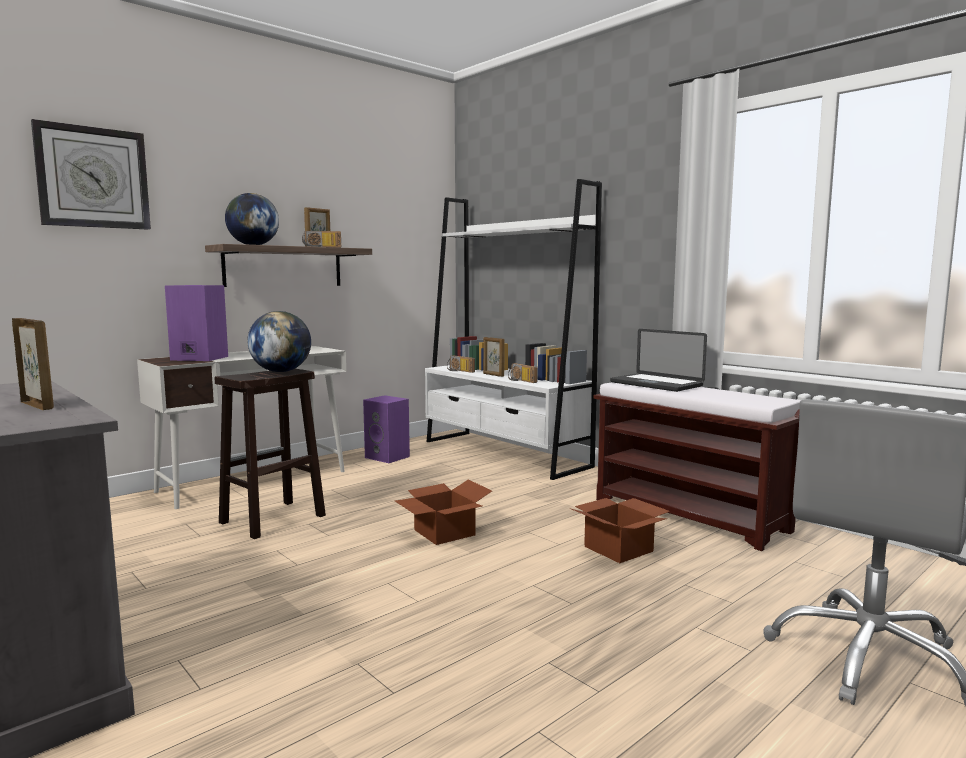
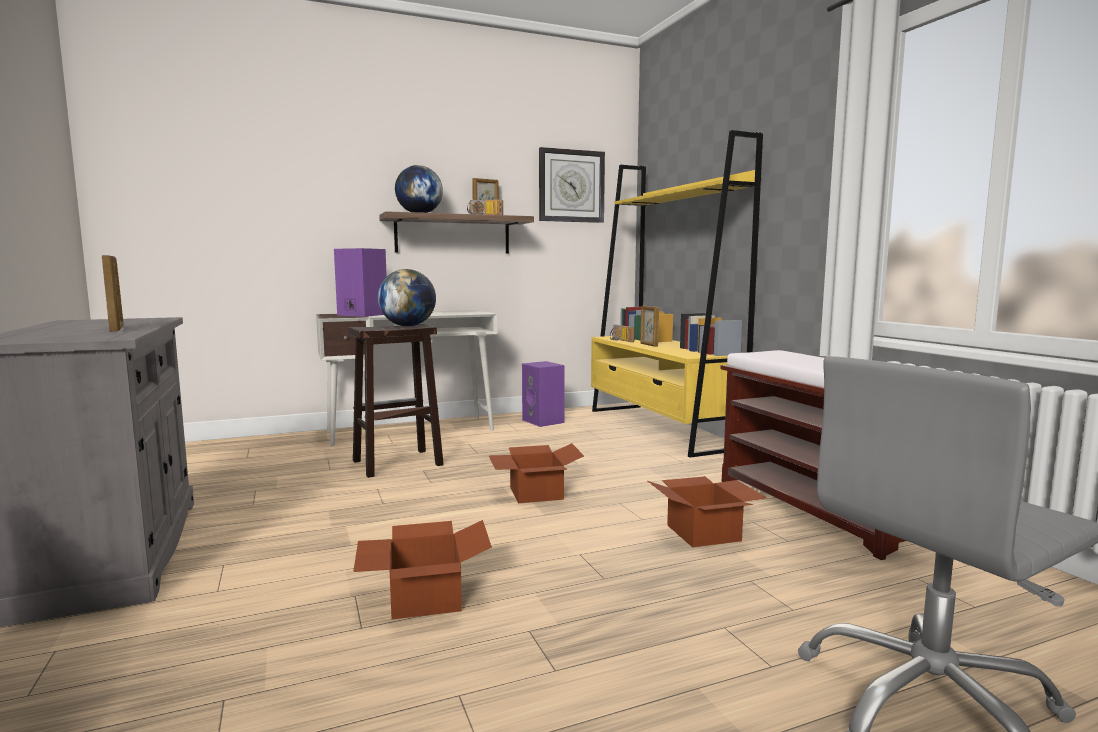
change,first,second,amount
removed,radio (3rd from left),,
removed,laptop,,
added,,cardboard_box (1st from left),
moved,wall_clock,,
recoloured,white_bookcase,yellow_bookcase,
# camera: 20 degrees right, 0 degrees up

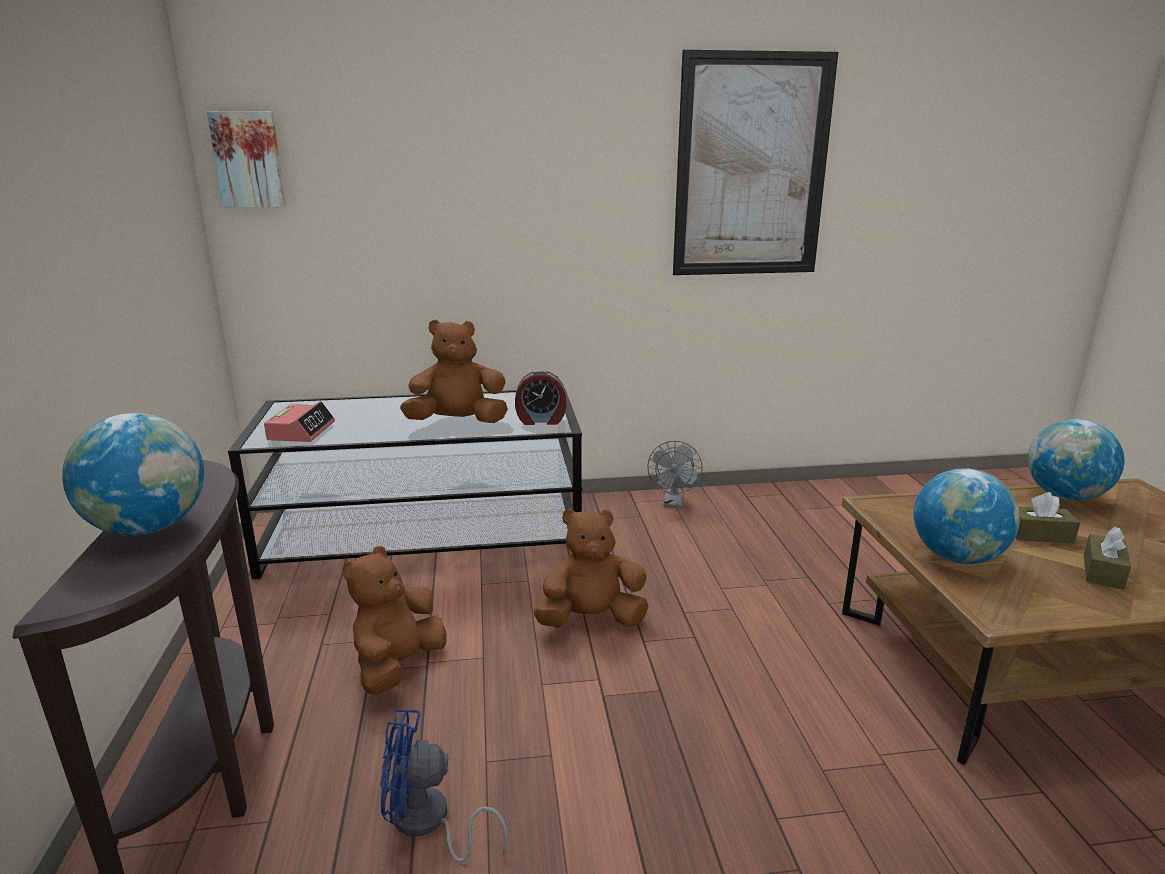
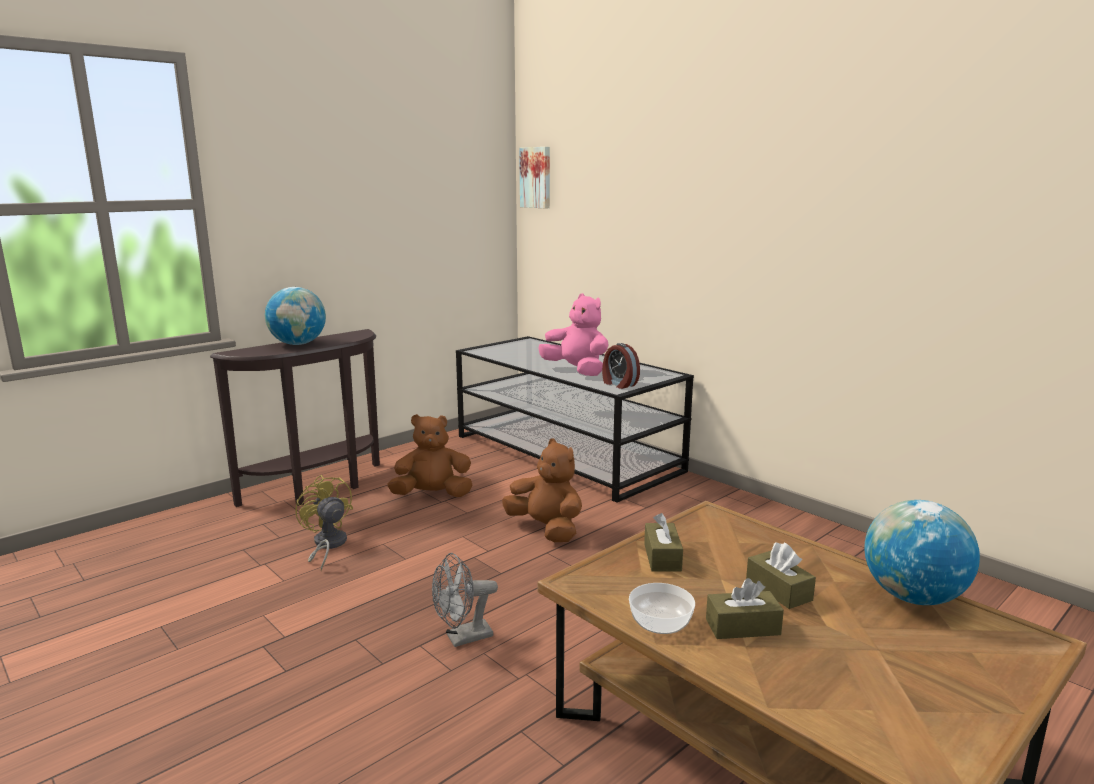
change,first,second,amount
removed,alarm_clock (1st from left),,
removed,picture (2nd from left),,
added,,bowl,
moved,grey_fan,,
replaced,globe (2nd from left),brown_tissue_box (1st from left),
recoloured,blue_fan,yellow_fan,
recoloured,brown_plush_toy (2nd from left),pink_plush_toy,
# camera: 55 degrees right, 5 degrees down

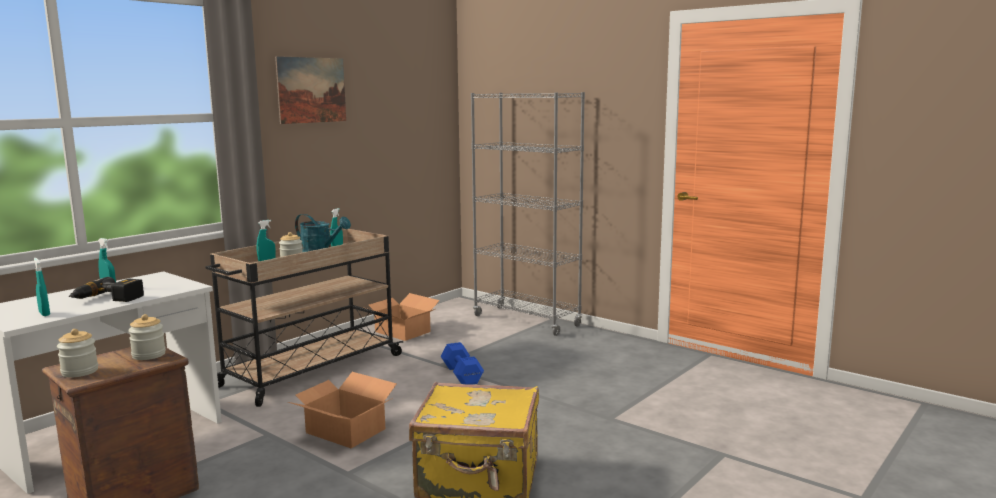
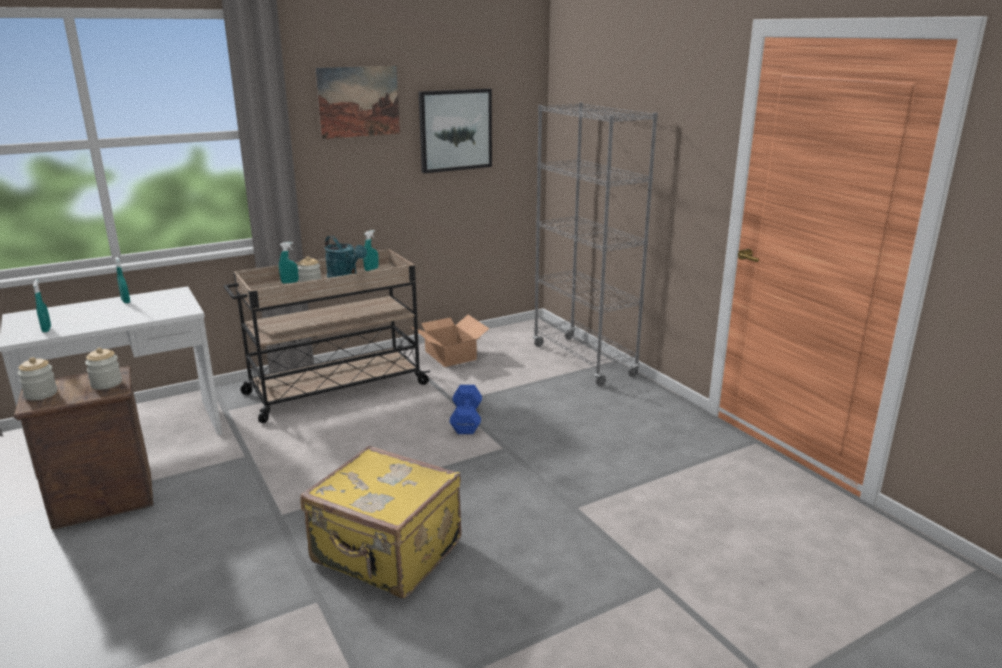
change,first,second,amount
removed,power_drill,,
removed,cardboard_box (1st from left),,
added,,picture (2nd from left),
# camera: 20 degrees right, 10 degrees up

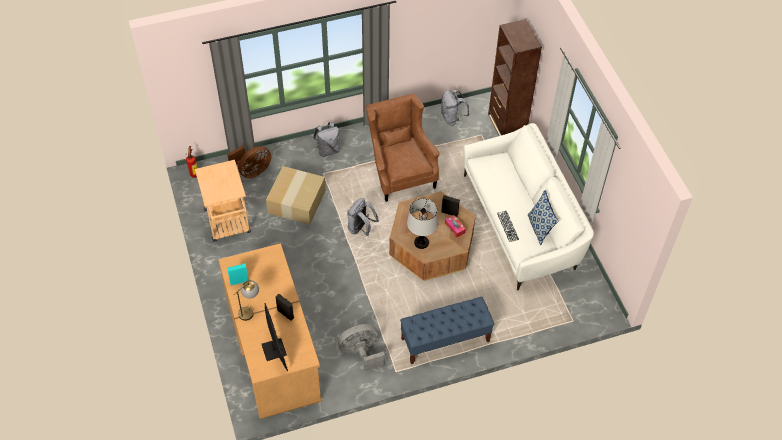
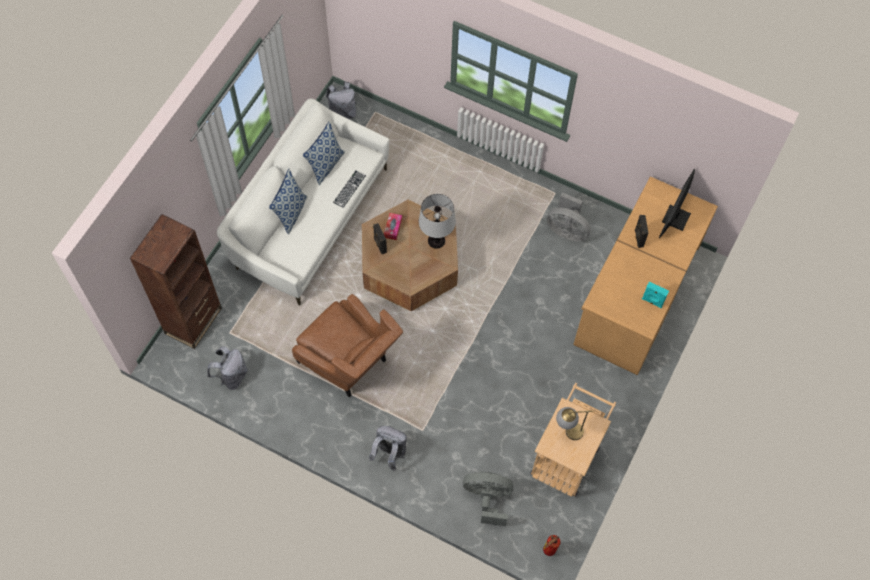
change,first,second,amount
removed,cardboard_box,,
removed,blue_bench,,
added,,pillow (1st from left),
moved,table_lamp (1st from left in the first image),table_lamp (2nd from left),
moved,grey_backpack (2nd from left),,
recoloured,brown_fan,grey_fan (1st from left),
turned,brown_armchair,,75 degrees counterclockwise
# camera: 135 degrees left, 10 degrees up

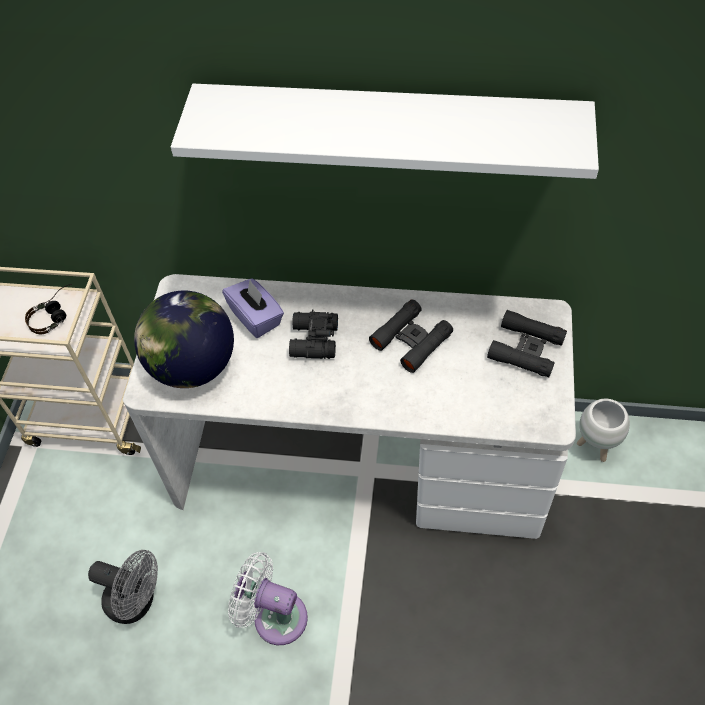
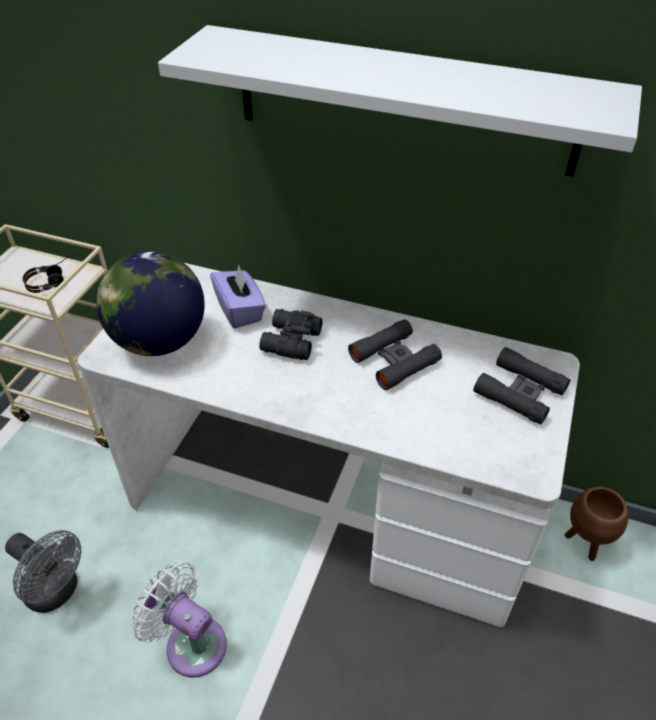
change,first,second,amount
recoloured,white_planter,brown_planter,
# camera: 10 degrees right, 10 degrees down

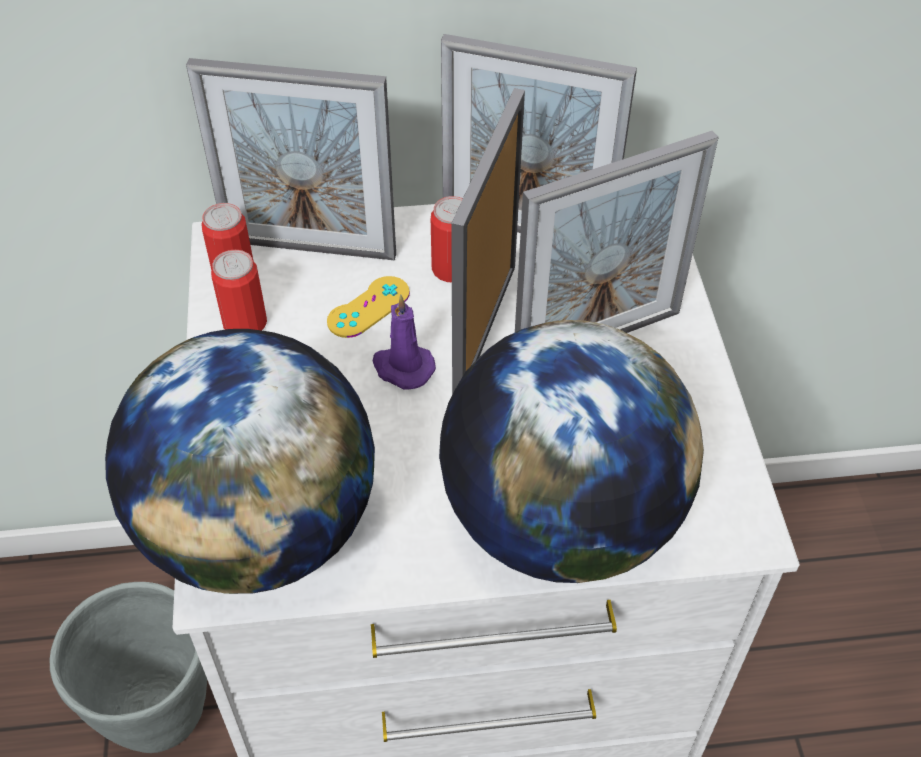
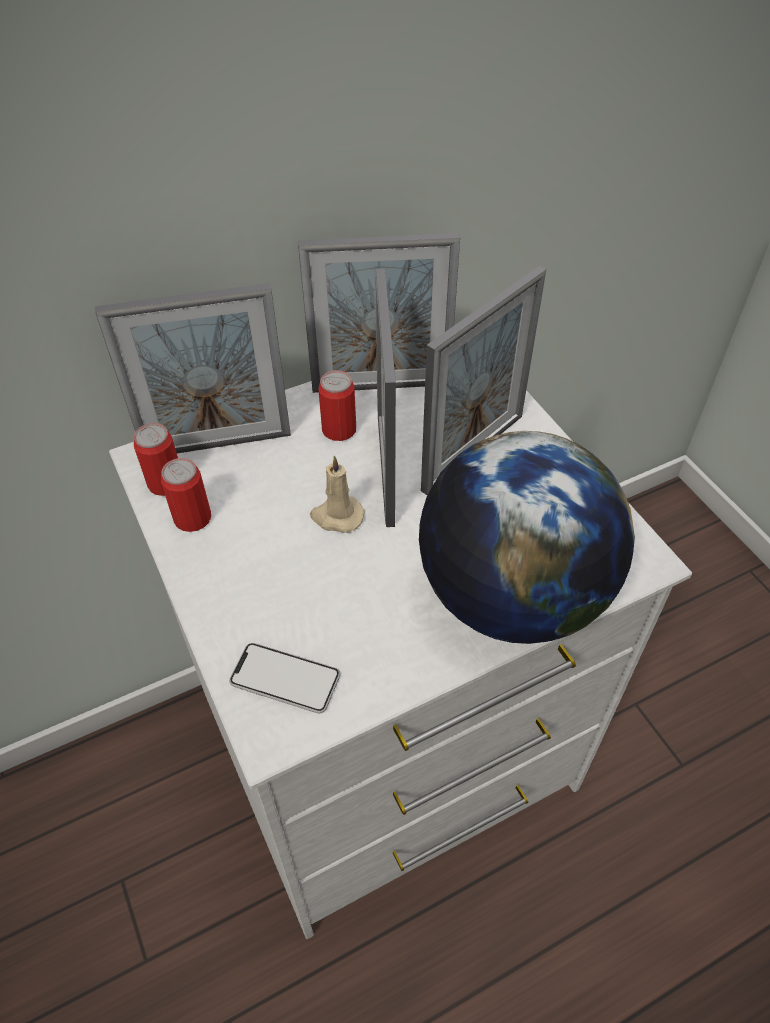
change,first,second,amount
removed,grey_planter,,
removed,yellow_game_controller,,
replaced,globe (1st from left),phone,
recoloured,purple_candle,beige_candle,
# camera: 20 degrees left, 0 degrees up

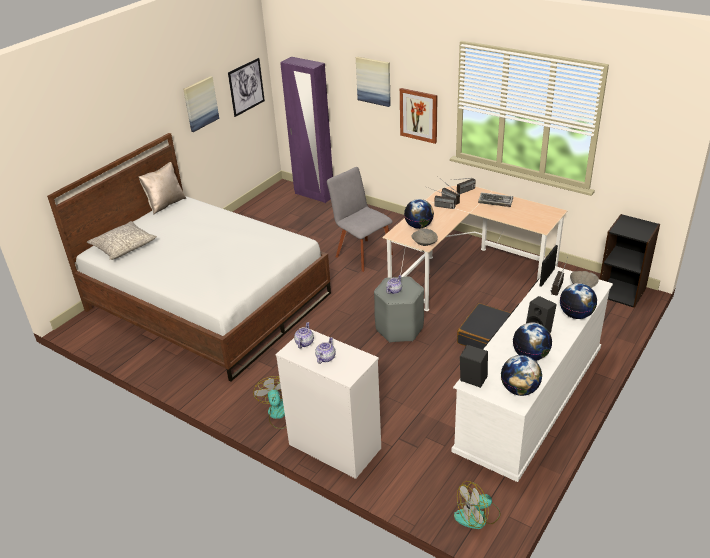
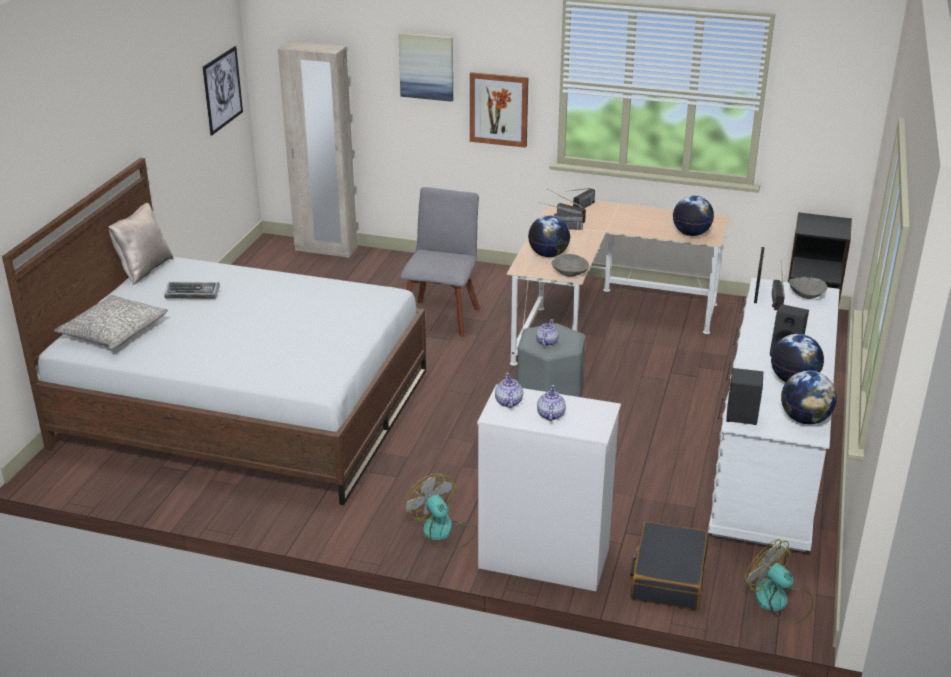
change,first,second,amount
removed,picture (1st from left),,
moved,black_suitcase,,
moved,keyboard,,
moved,globe (4th from left in the first image),globe (2nd from left),
recoloured,purple_wardrobe,beige_wardrobe,
turned,grey_chair,,75 degrees clockwise
turned,fan (2nd from left),,90 degrees clockwise
# camera: 20 degrees left, 5 degrees down

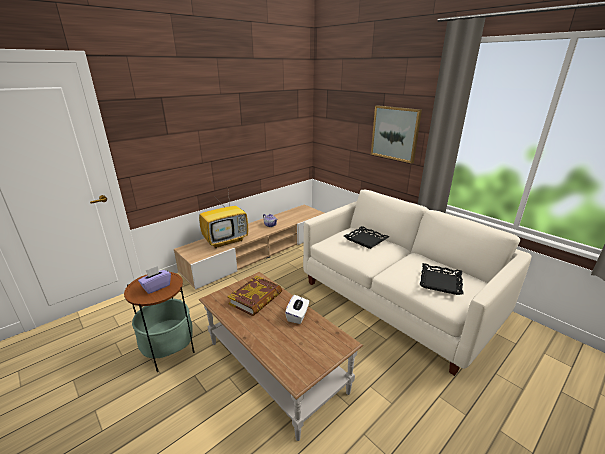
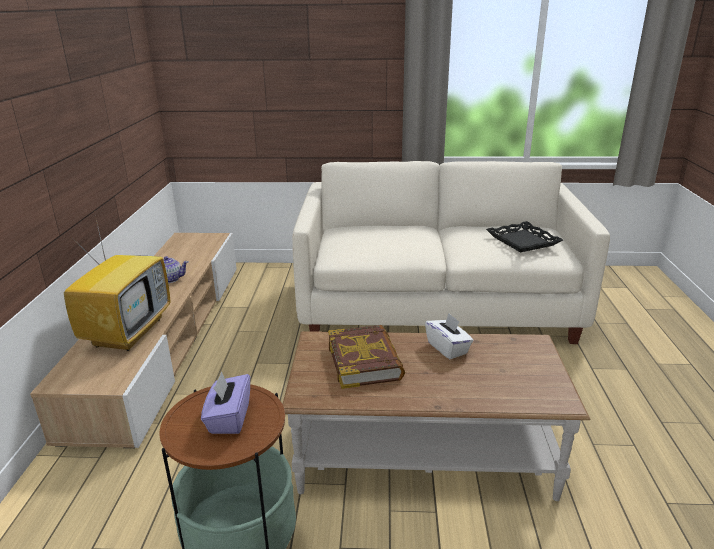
change,first,second,amount
removed,black_tray (1st from left),,
removed,picture,,
# camera: 45 degrees left, 0 degrees up

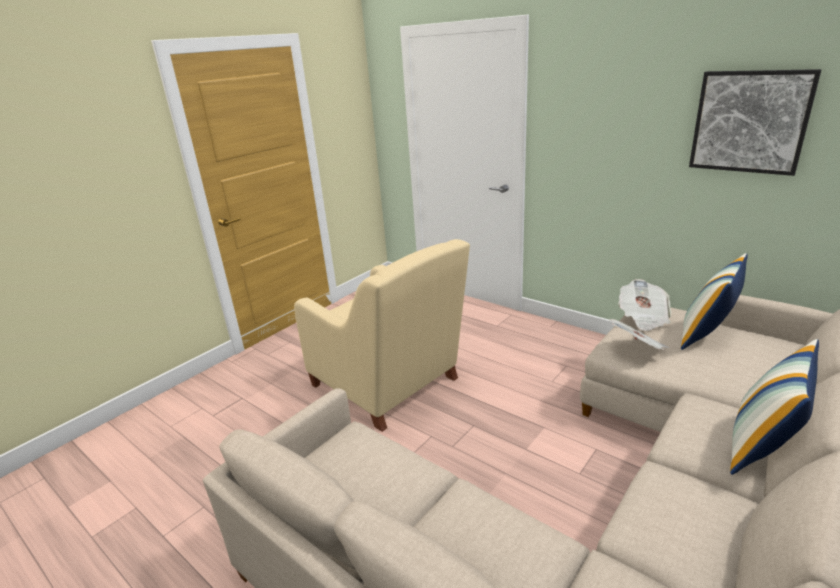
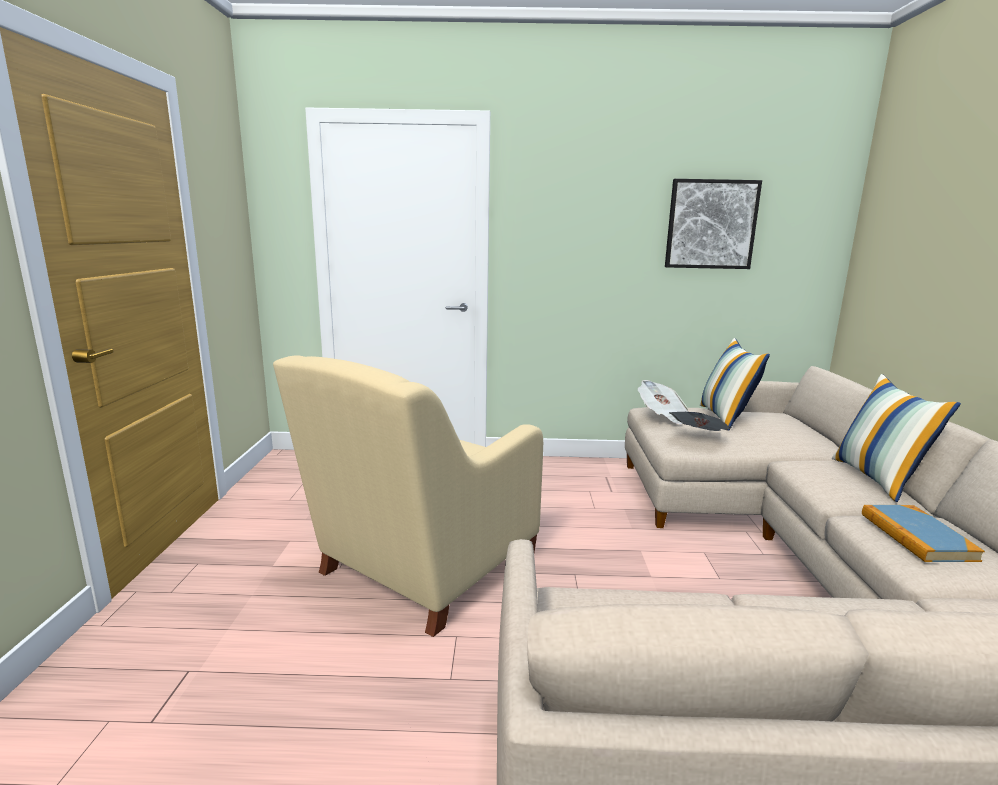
change,first,second,amount
added,,book,
turned,beige_armchair,,120 degrees clockwise
# camera: 40 degrees left, 10 degrees down

